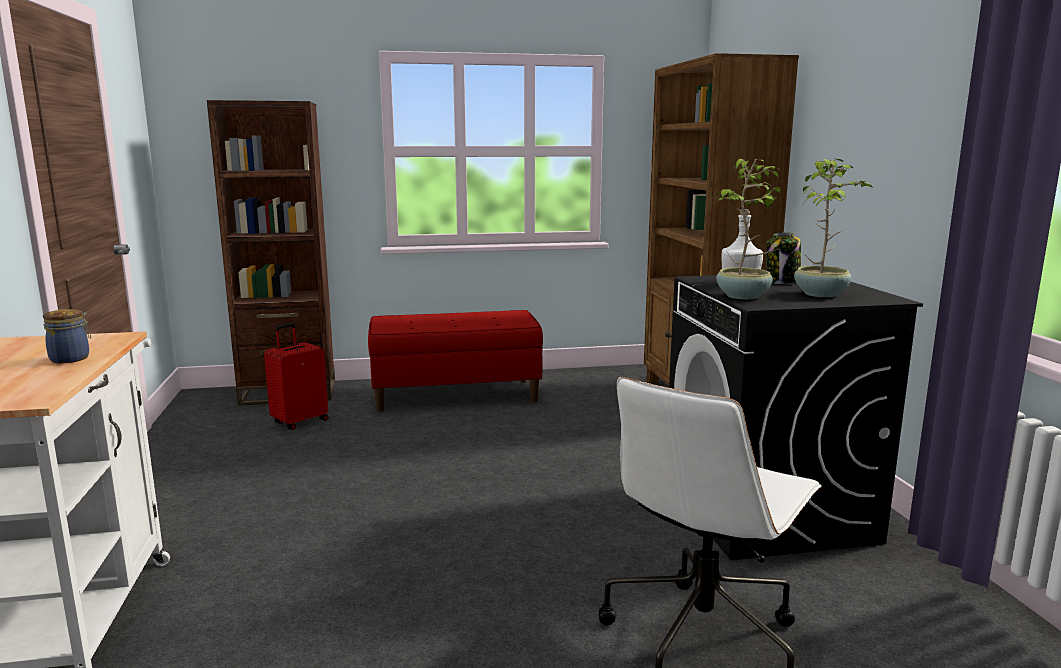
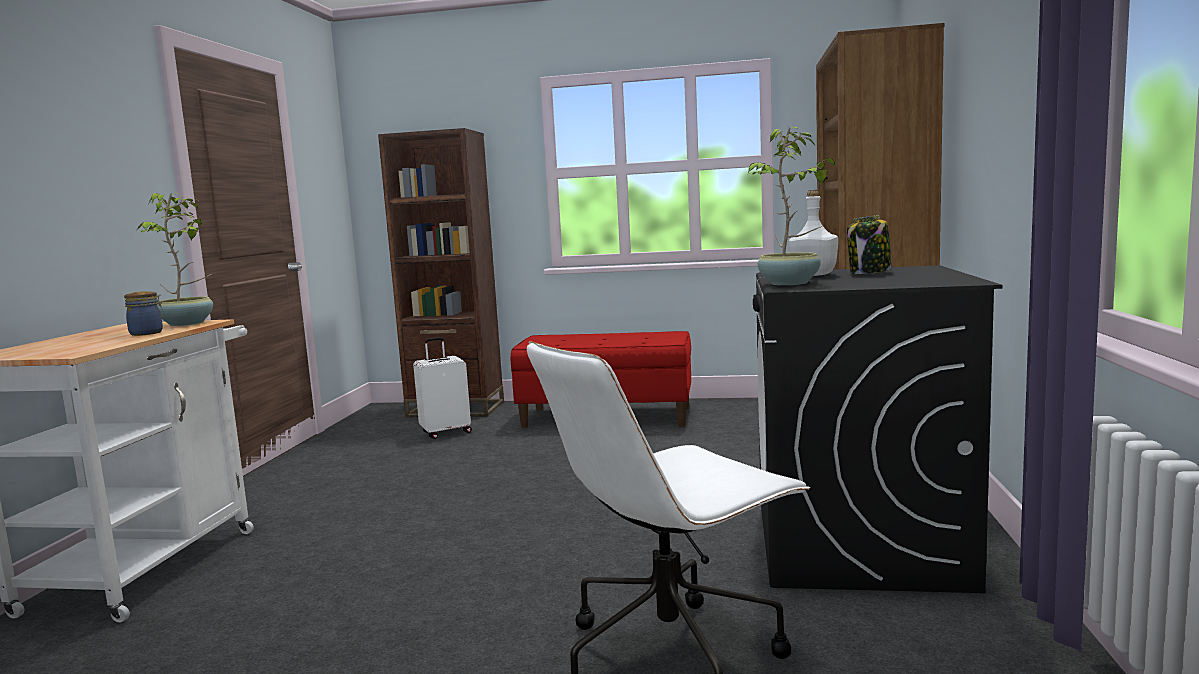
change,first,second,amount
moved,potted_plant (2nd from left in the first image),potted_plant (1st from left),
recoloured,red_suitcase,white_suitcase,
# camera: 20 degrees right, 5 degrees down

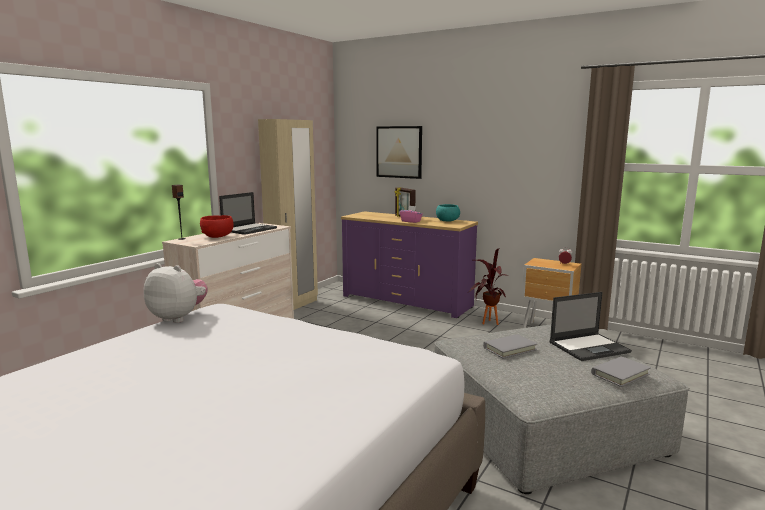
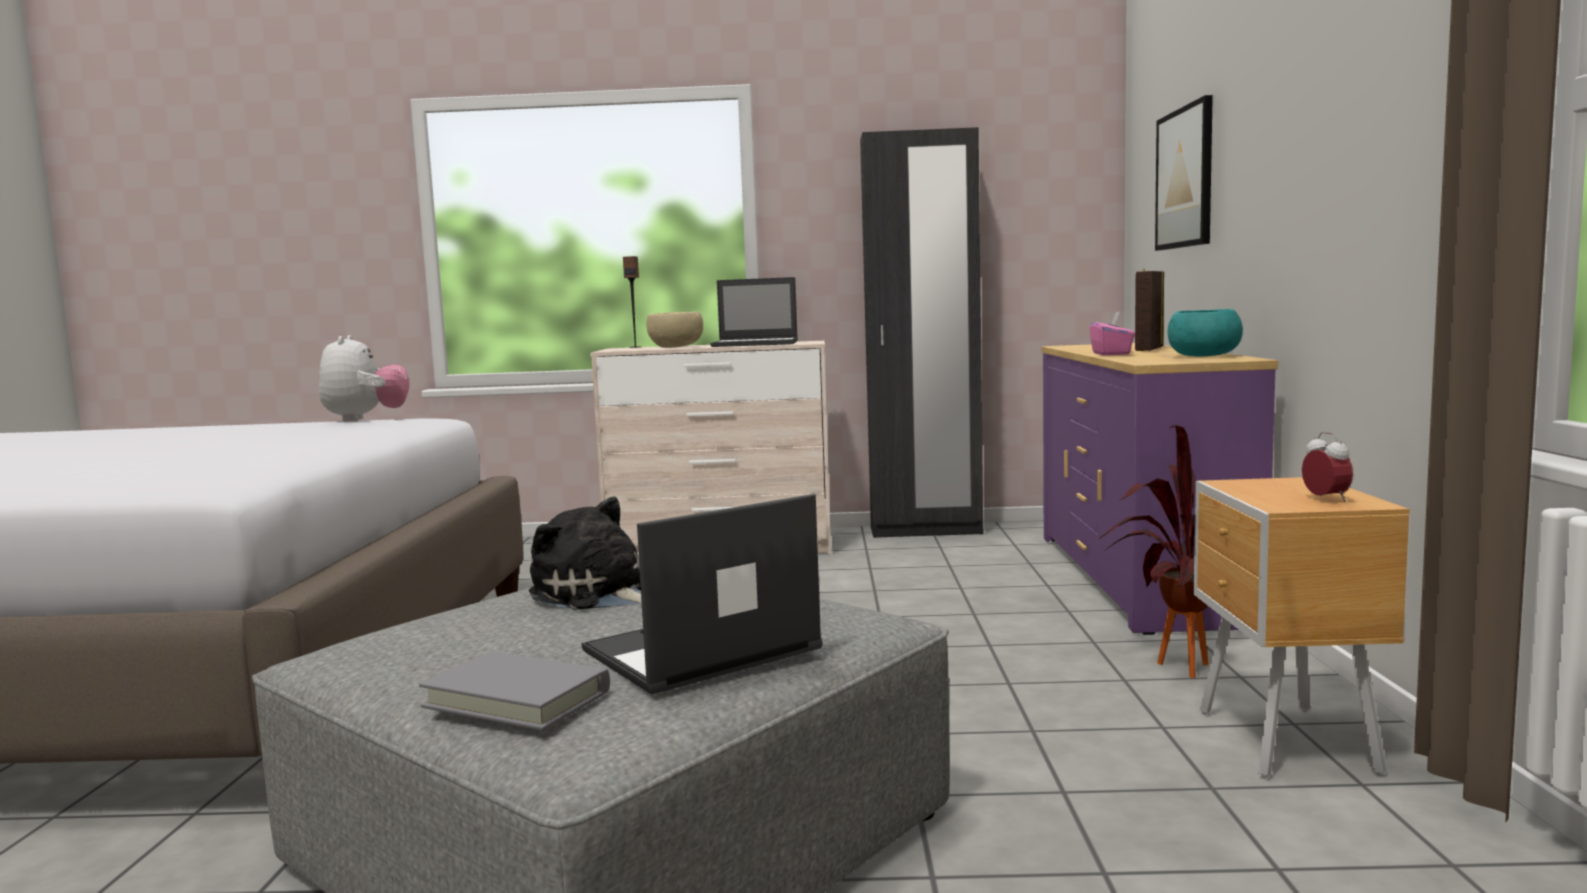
change,first,second,amount
replaced,grey_book (1st from left),plush_toy (2nd from left),
recoloured,red_bowl,beige_bowl,
recoloured,beige_wardrobe,black_wardrobe,
turned,laptop (2nd from left in the first image),laptop (1st from left),105 degrees clockwise
# camera: 60 degrees right, 5 degrees down

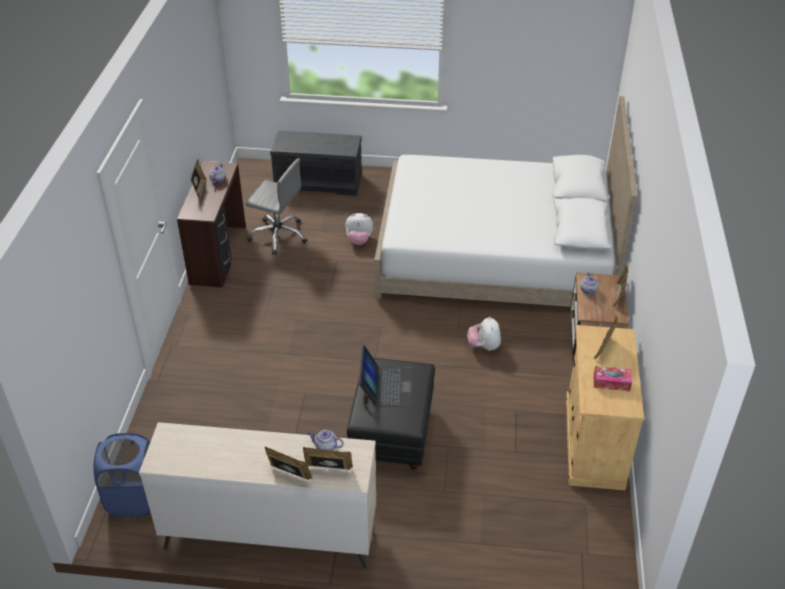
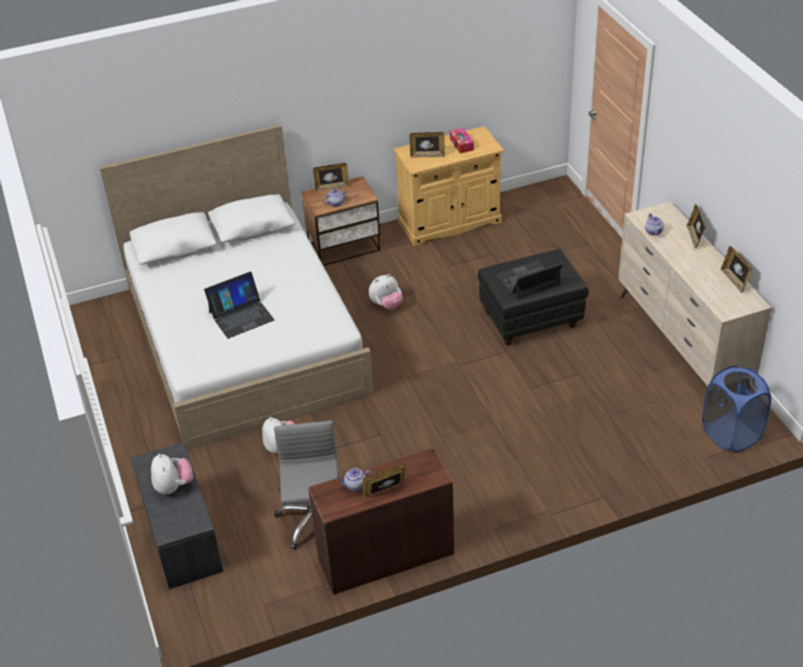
change,first,second,amount
added,,plush_toy (1st from left),
added,,laptop (1st from left),
moved,picture_frame (3rd from left in the first image),picture_frame (5th from left),
# camera: 115 degrees left, 0 degrees up

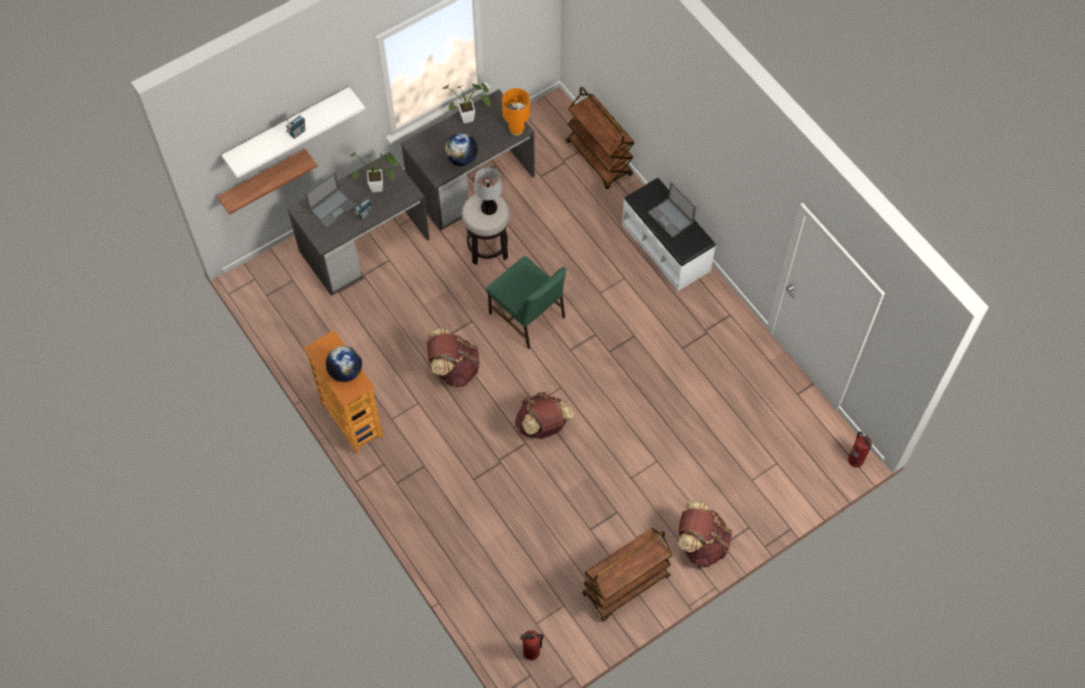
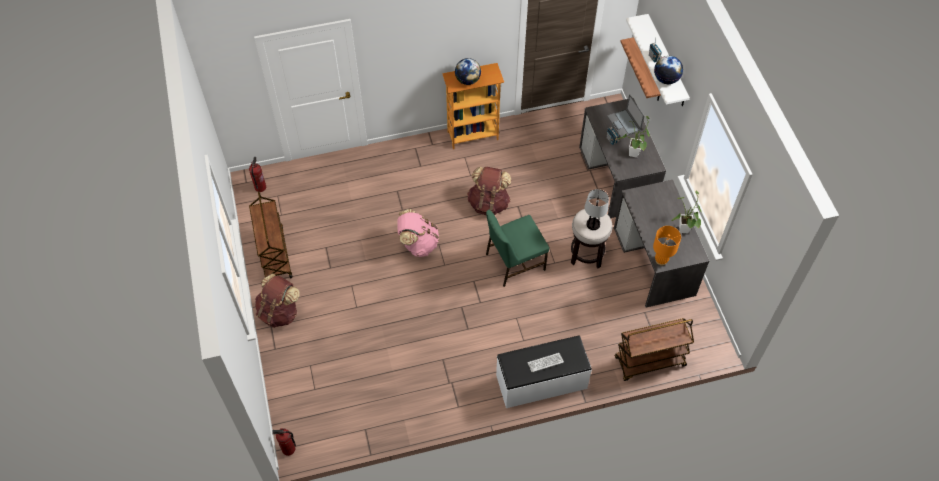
change,first,second,amount
moved,globe (2nd from left),,
replaced,laptop (2nd from left),keyboard,
recoloured,brown_backpack (2nd from left),pink_backpack,
# camera: 110 degrees right, 5 degrees down

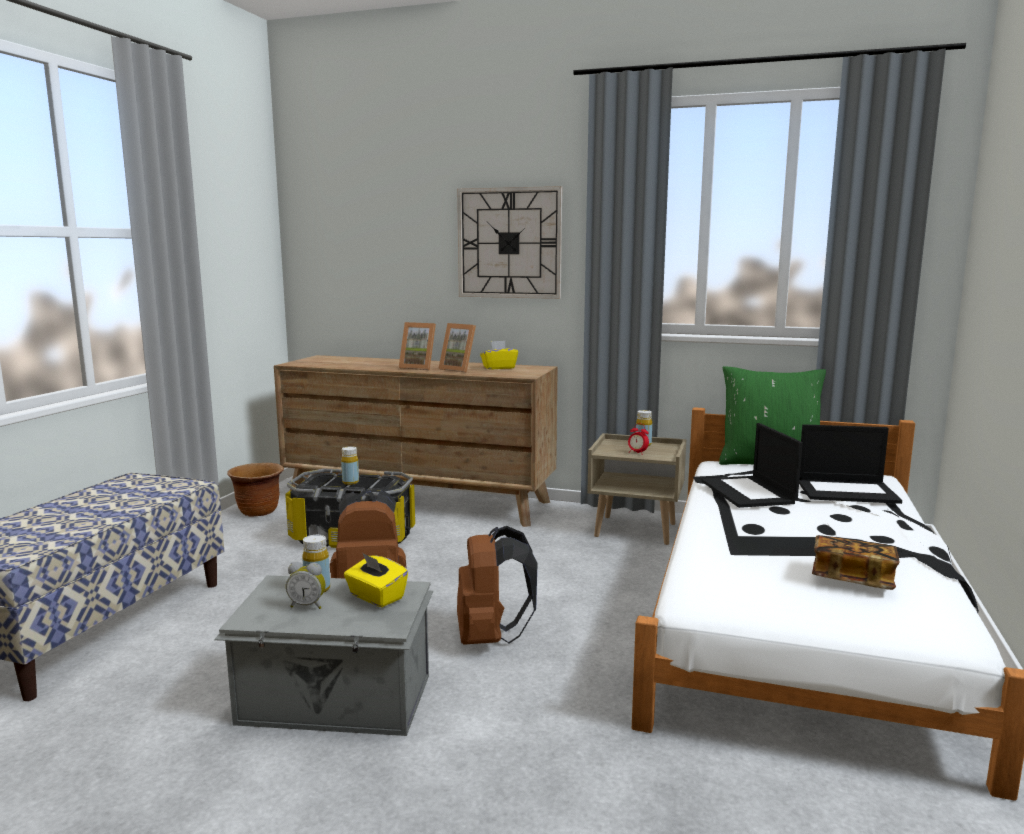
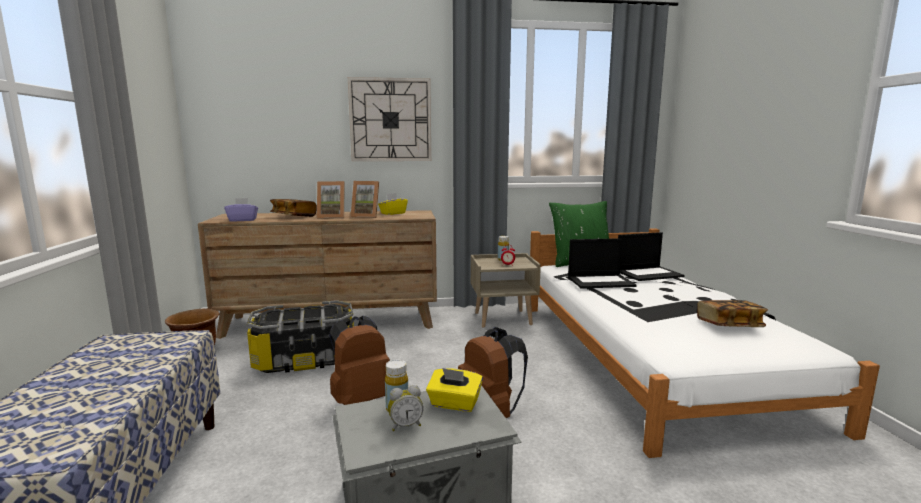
change,first,second,amount
removed,yellow_bottle (2nd from left),,
added,,purple_tissue_box,
added,,book (1st from left),
turned,laptop (1st from left),,60 degrees counterclockwise
# camera: 25 degrees left, 0 degrees up

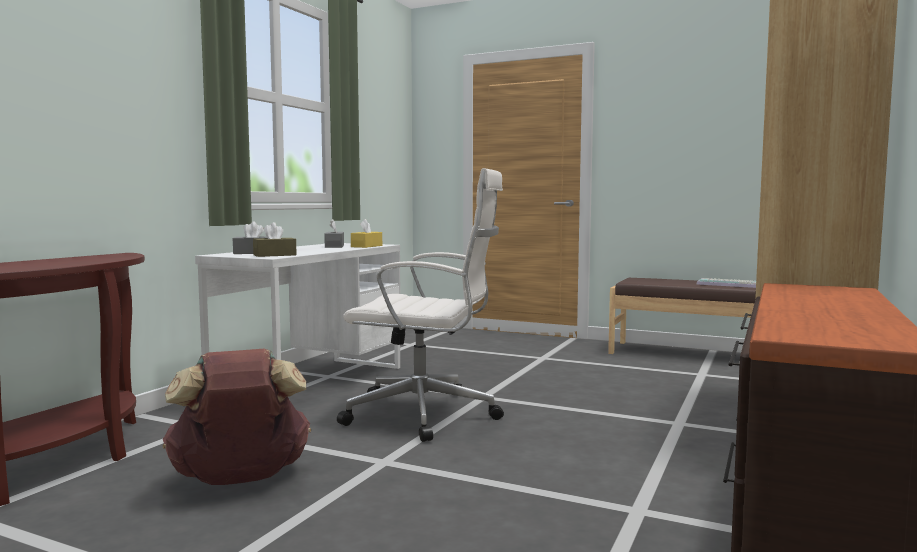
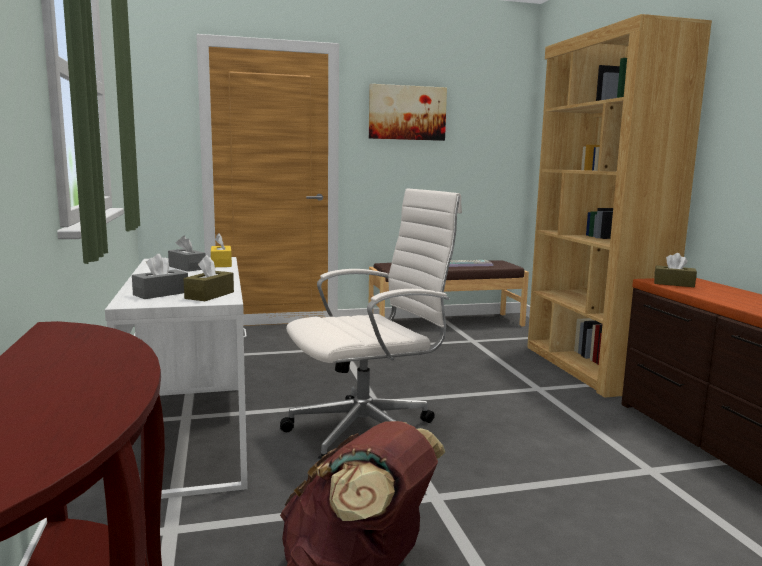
change,first,second,amount
added,,picture,
added,,brown_tissue_box (2nd from left),
# camera: 40 degrees left, 5 degrees up

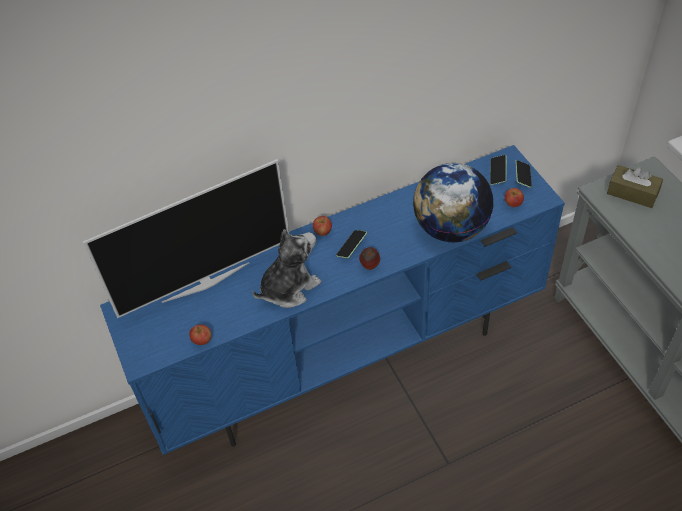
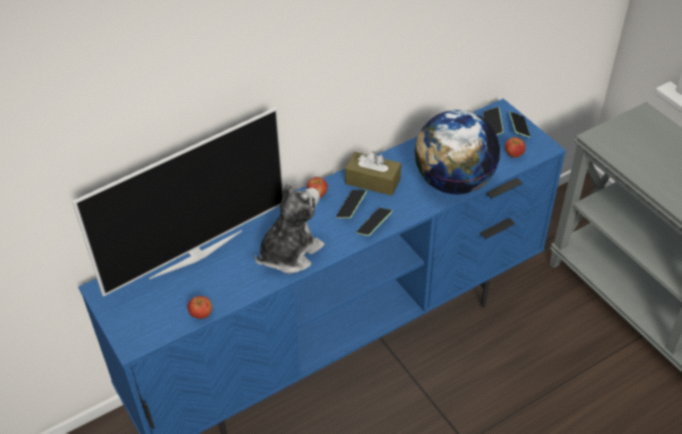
change,first,second,amount
moved,brown_tissue_box,,
replaced,apple (3rd from left),phone (2nd from left),
# camera: 10 degrees left, 5 degrees down

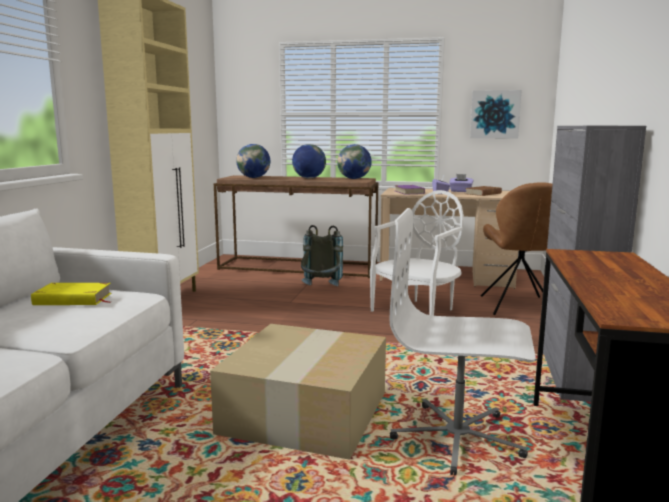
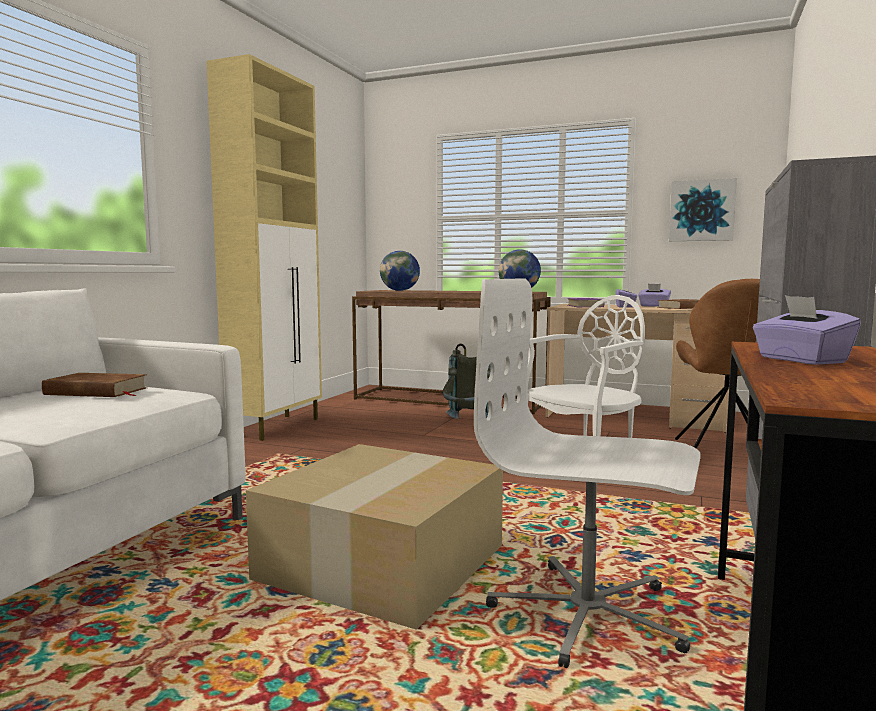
change,first,second,amount
removed,globe (2nd from left),,
added,,purple_tissue_box (3rd from left),
recoloured,yellow_book,brown_book (1st from left),
# camera: 10 degrees right, 5 degrees down

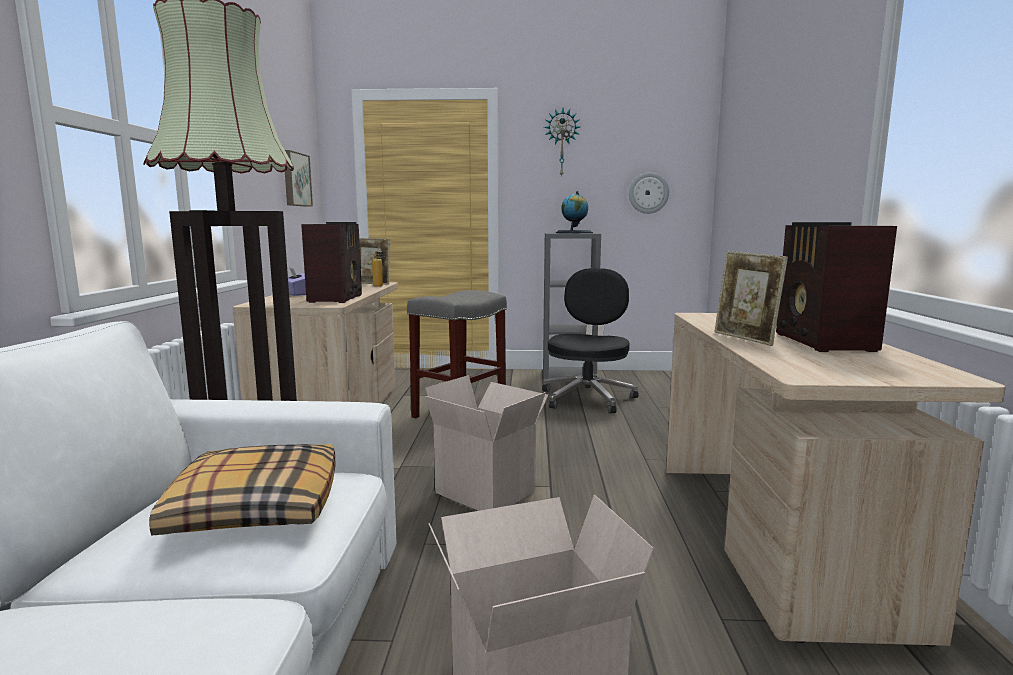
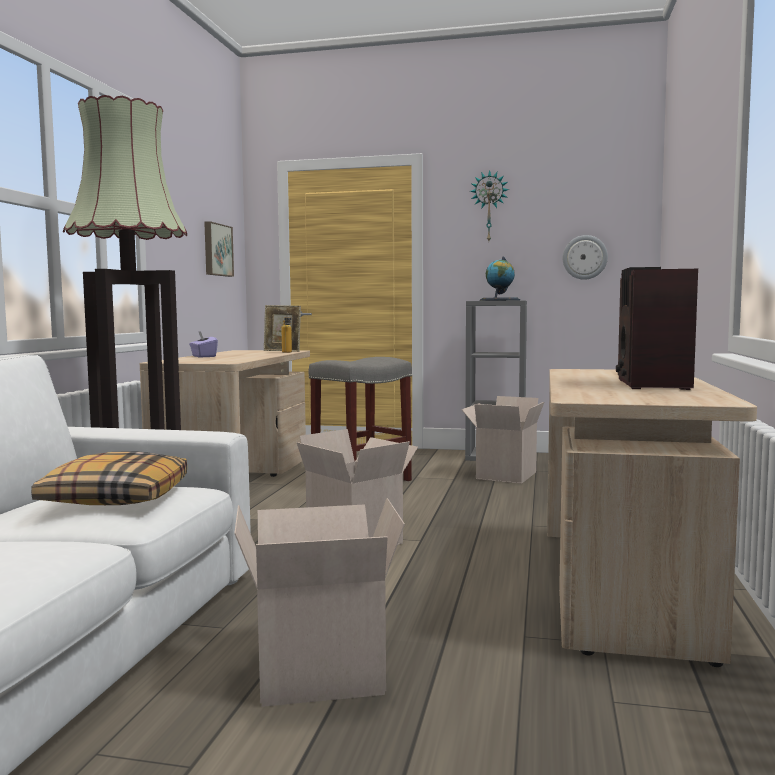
change,first,second,amount
removed,radio (1st from left),,
removed,picture_frame (2nd from left),,
replaced,black_office_chair,cardboard_box (3rd from left),
# camera: 10 degrees right, 5 degrees down

